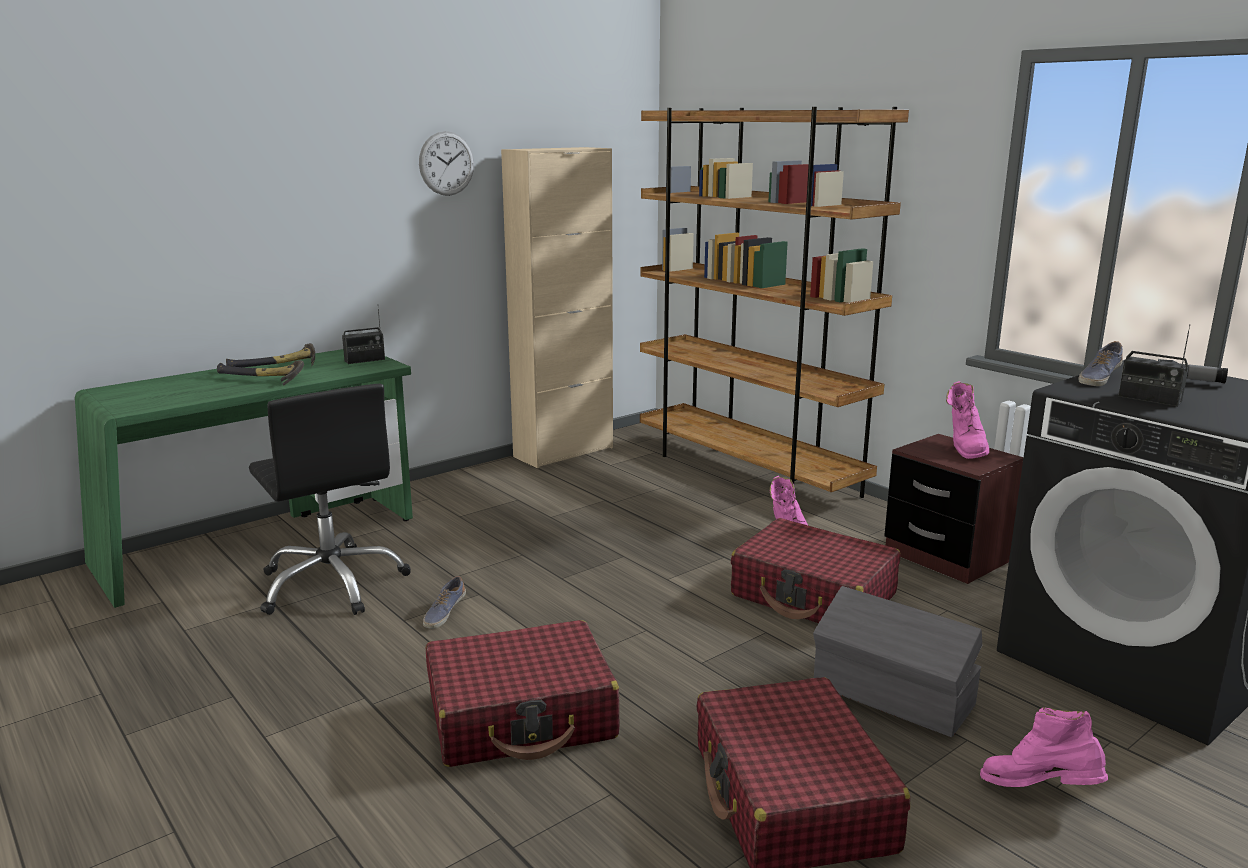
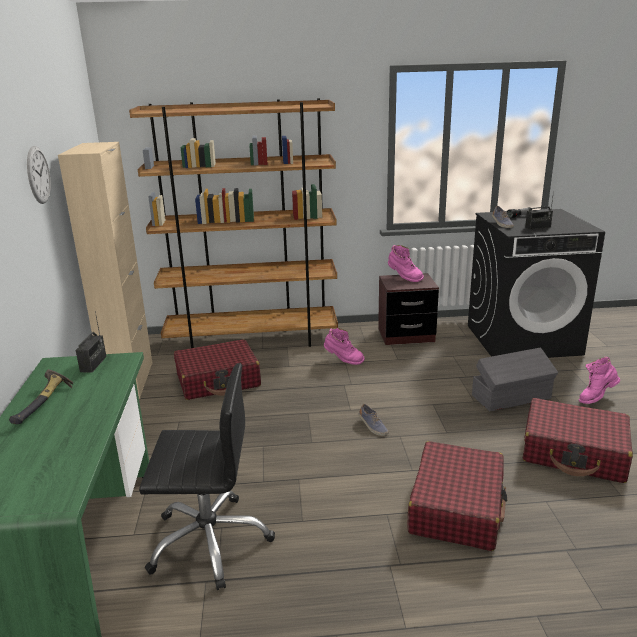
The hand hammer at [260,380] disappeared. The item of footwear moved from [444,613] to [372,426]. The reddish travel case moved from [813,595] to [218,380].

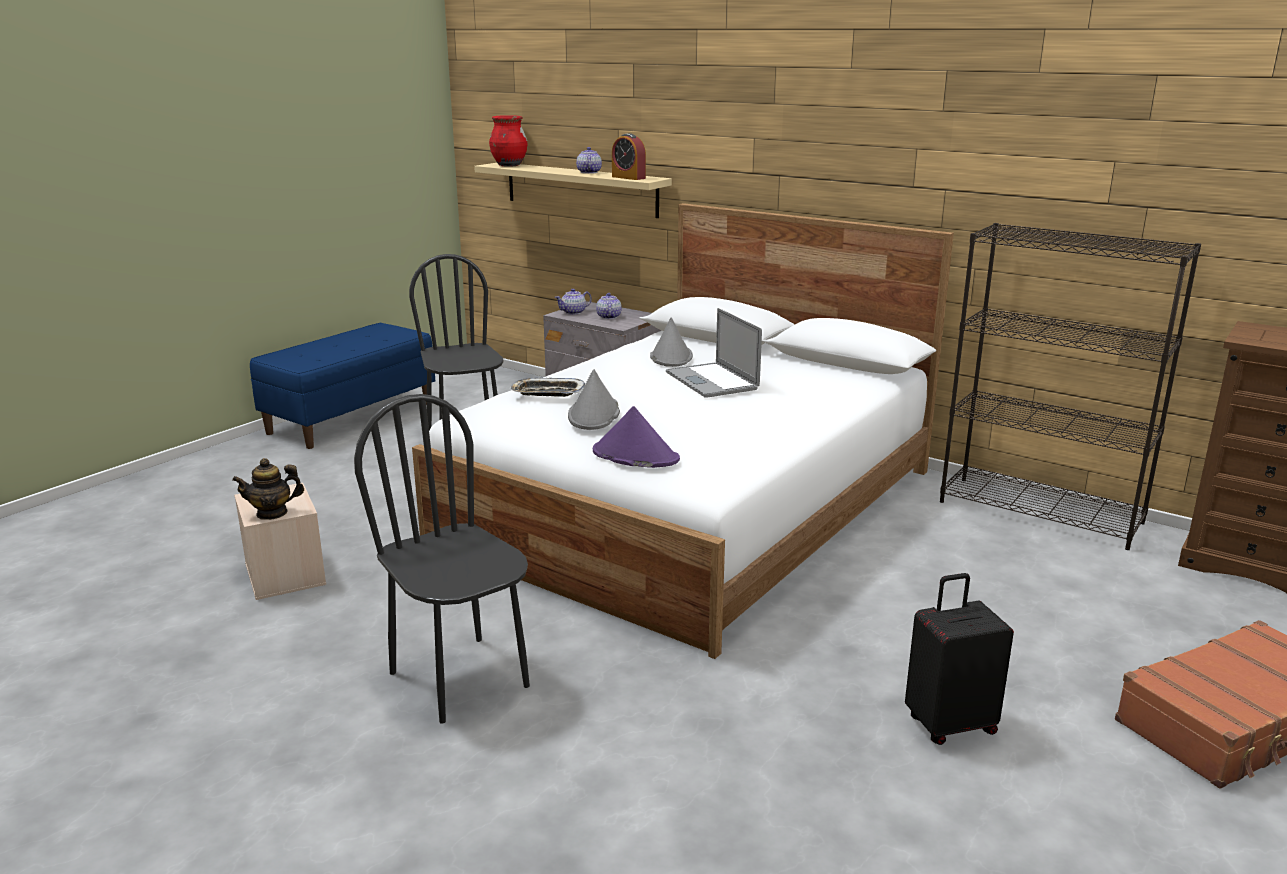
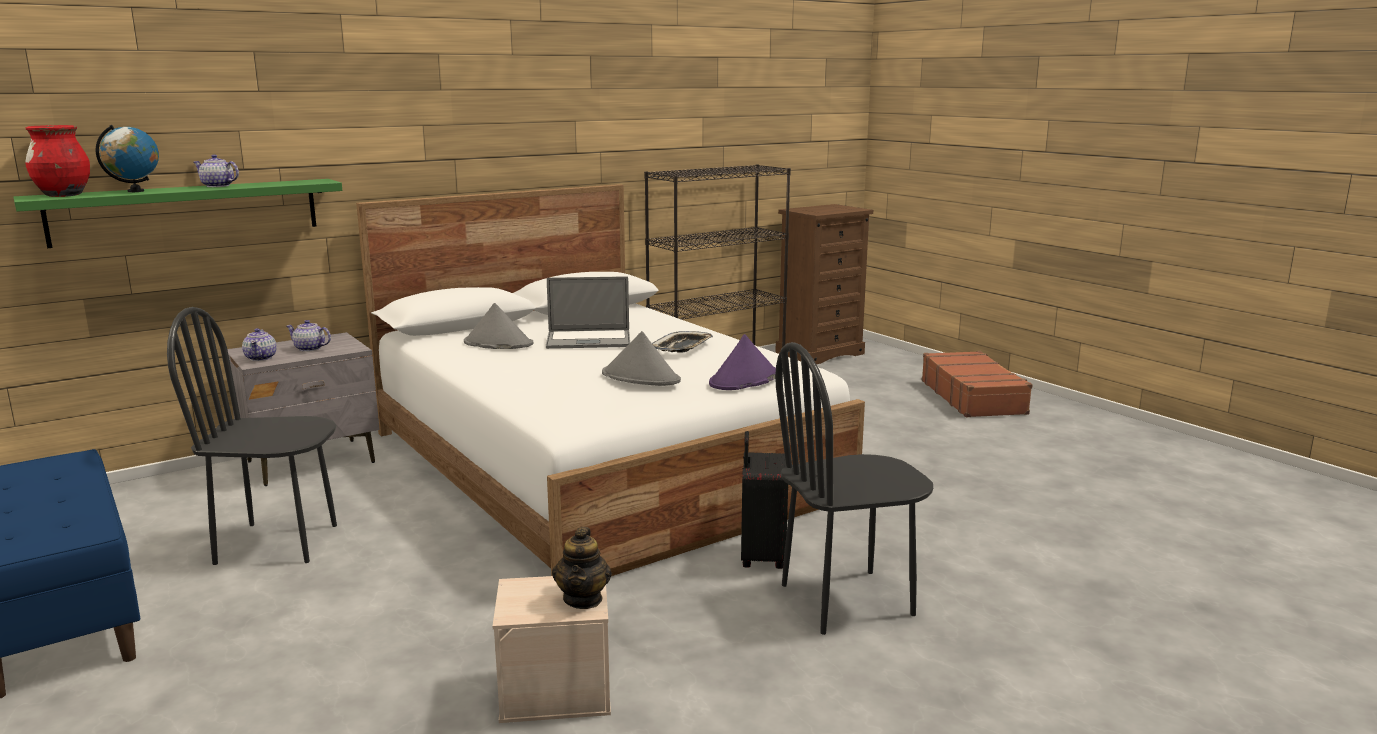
The beige-coloured bracket shelf at [580,189] became the greenish bracket shelf at [187,211]. The tray moved from [548,393] to [682,347]. The alarm clock at [628,177] disappeared. The blackish travel case moved from [949,724] to [761,557]. The world globe at [135,191] appeared.

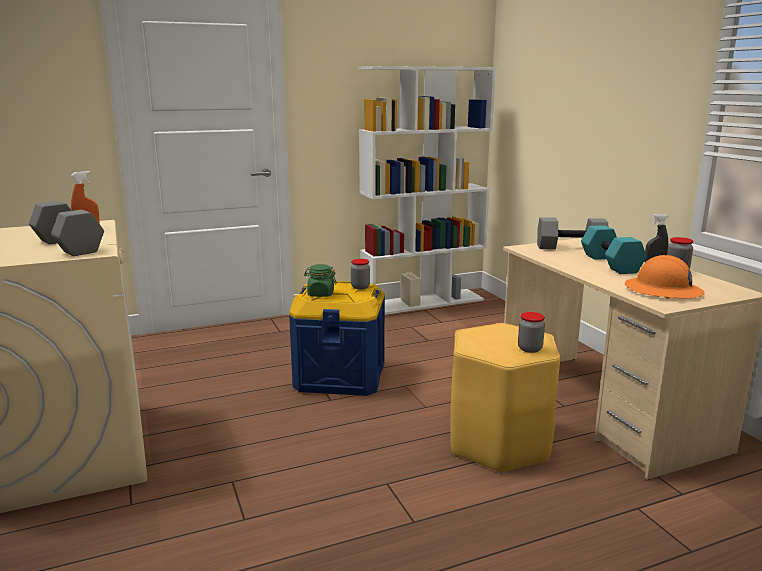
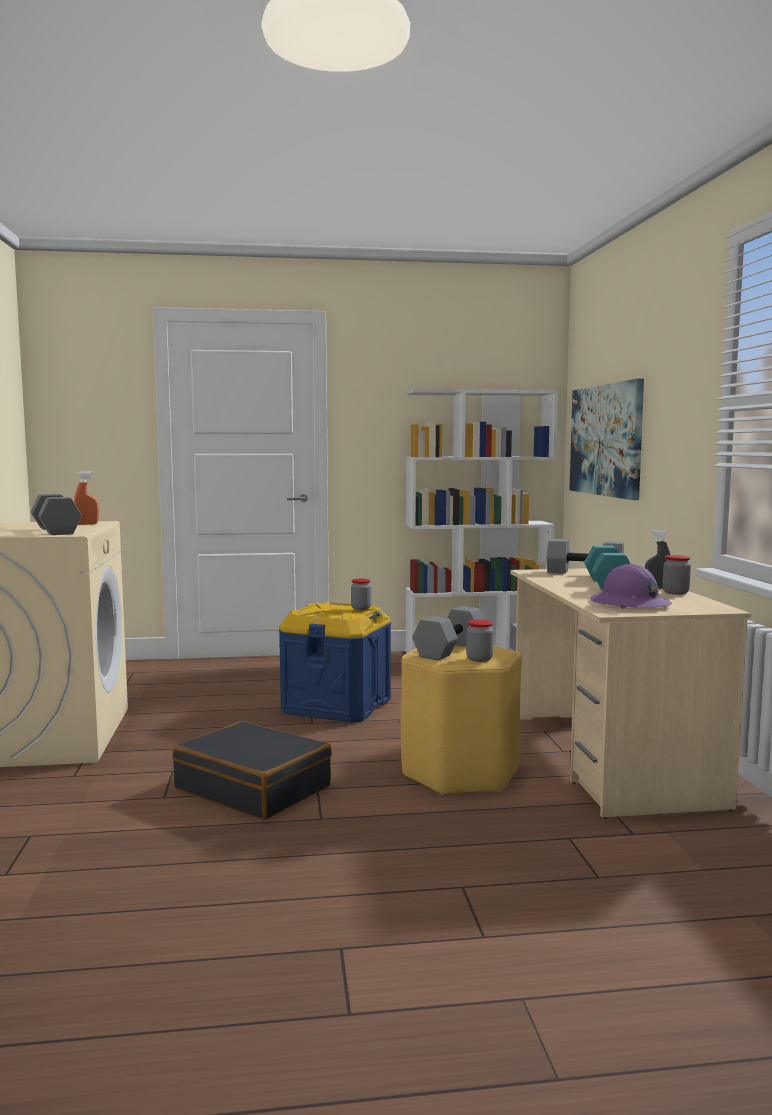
The greenish preserve jar at [320,294] disappeared. The orangey safety helmet at [663,290] became the purple safety helmet at [629,603]. The blackish travel case at [253,788] appeared. The grey dumbbell at [450,650] appeared. The wall picture at [606,440] appeared.

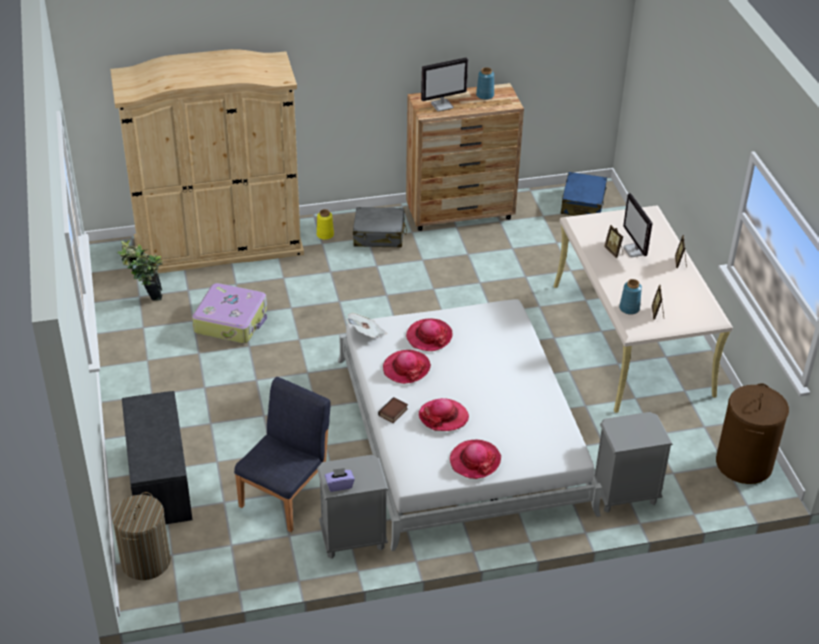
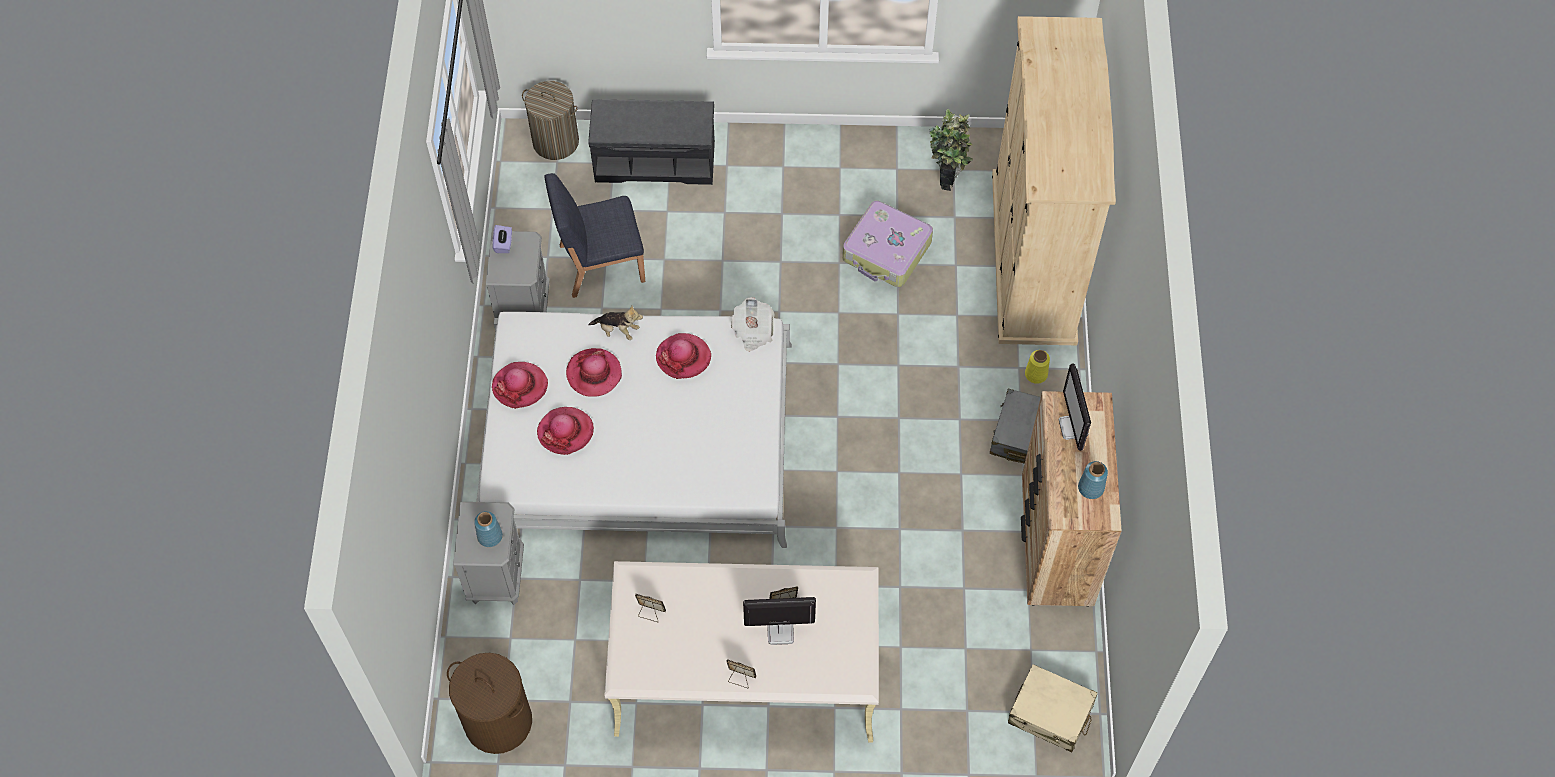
The blue-coloured upright chair at [287,495] turned 120 degrees clockwise. The volume at [393,413] was replaced by the plush toy at [617,330]. The wearable hat moved from [429,336] to [565,432]. The blue-coloured travel case at [583,203] became the beige-coloured travel case at [1050,713]. The blue-coloured vase moved from [629,309] to [489,536].

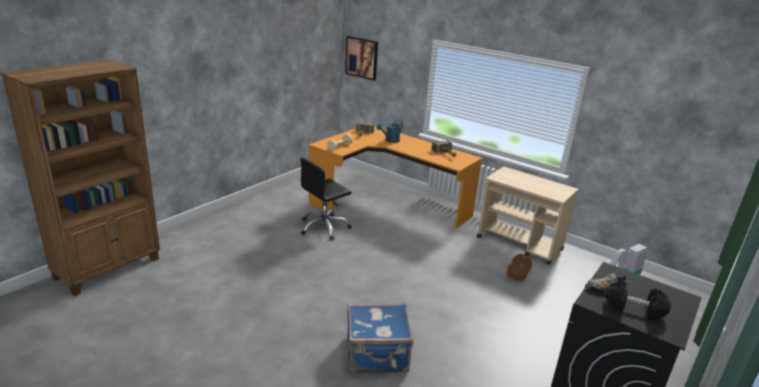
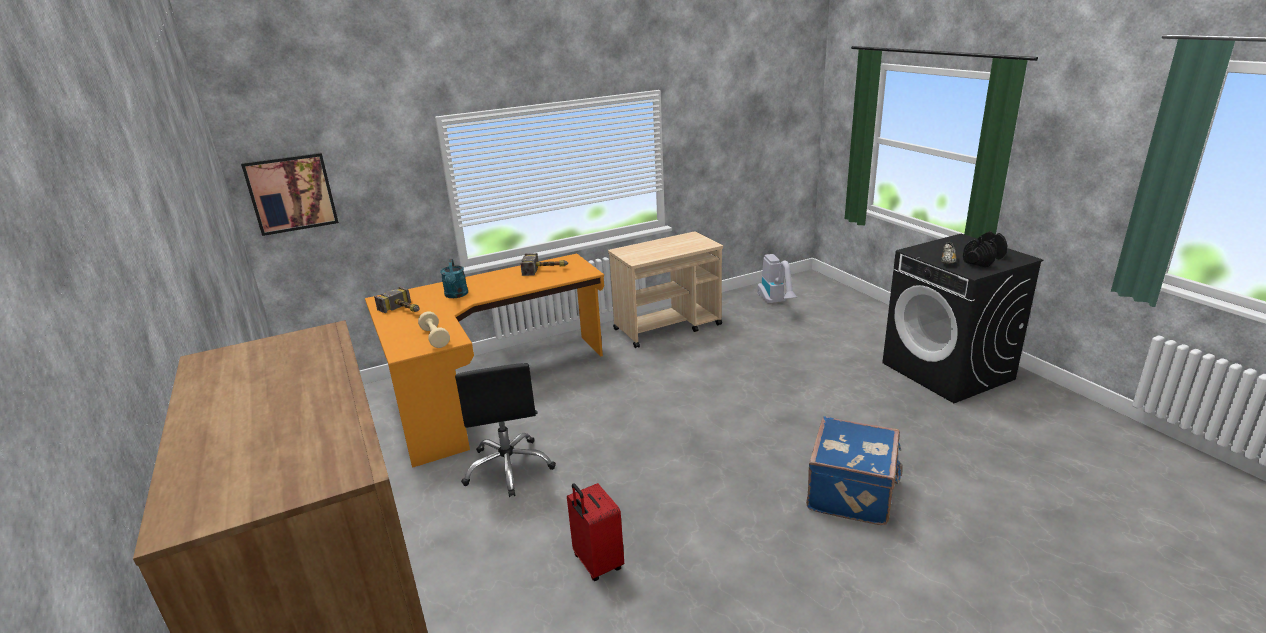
The brown dumbbell at [518,273] disappeared. The reddish travel case at [597,563] appeared.

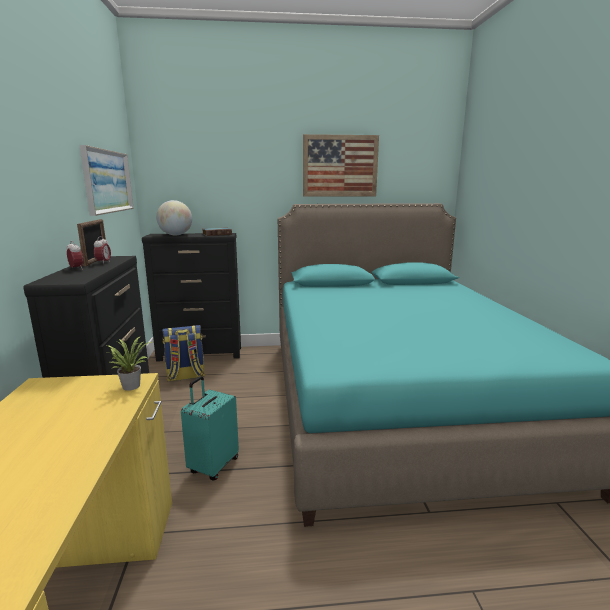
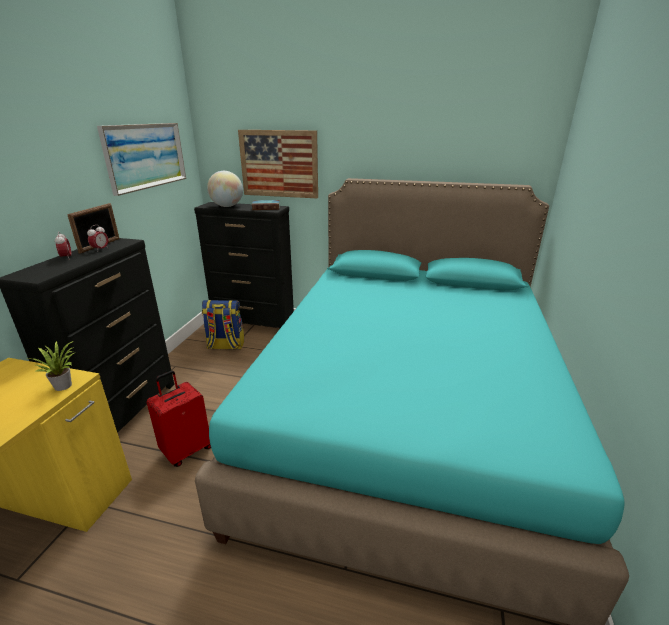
The turquoise-coloured travel case at [213,465] became the reddish travel case at [186,450]. The wall picture moved from [340,166] to [279,164].

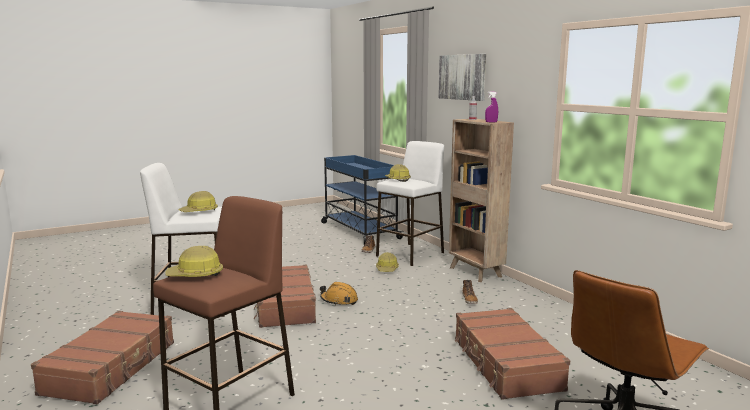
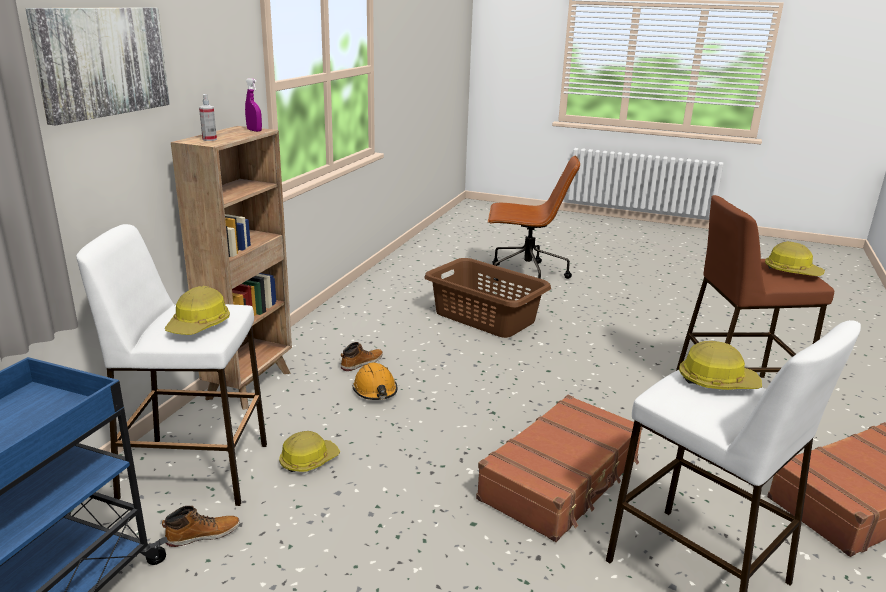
The orangey safety helmet moved from [339,300] to [375,390]. The brown travel case at [505,364] was replaced by the brown laundry basket at [485,317].

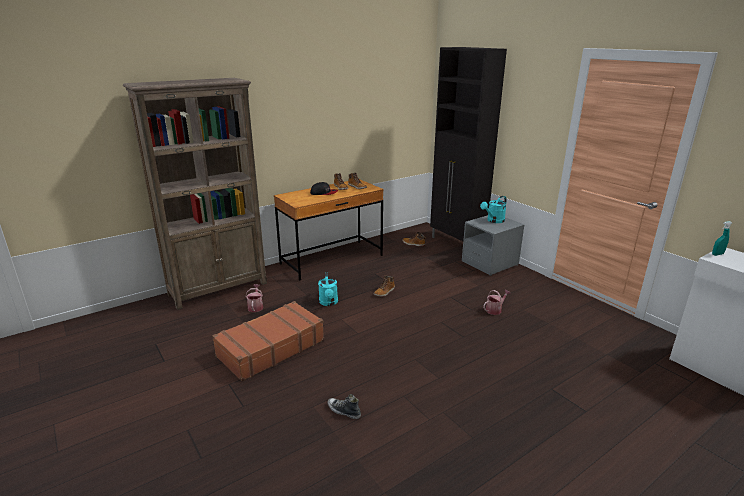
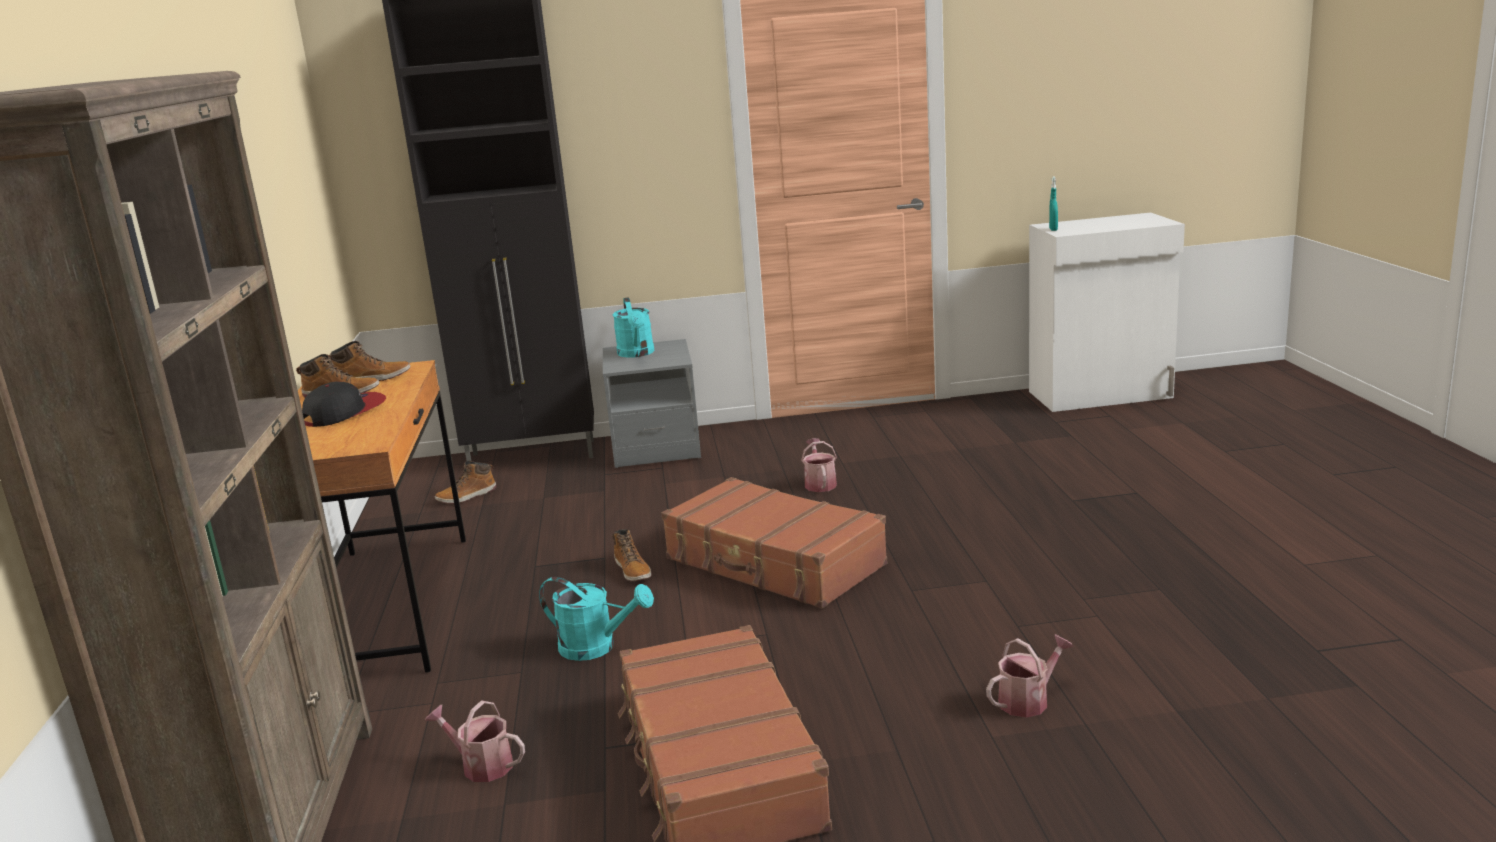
The item of footwear at [343,411] was replaced by the watering pot at [1028,700]. The brown travel case at [774,563] appeared.

